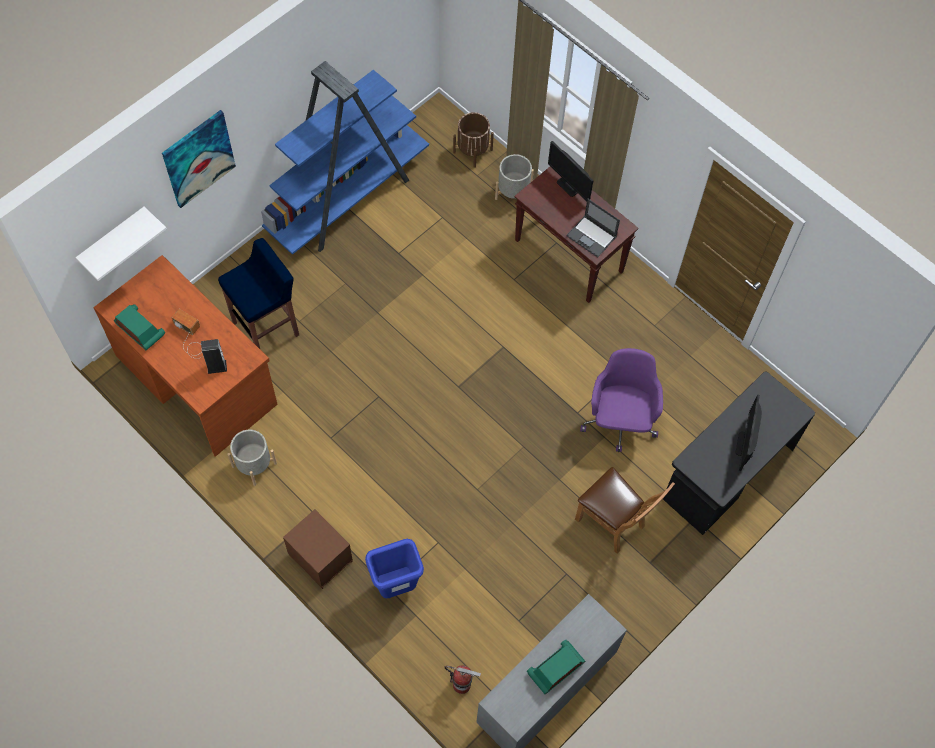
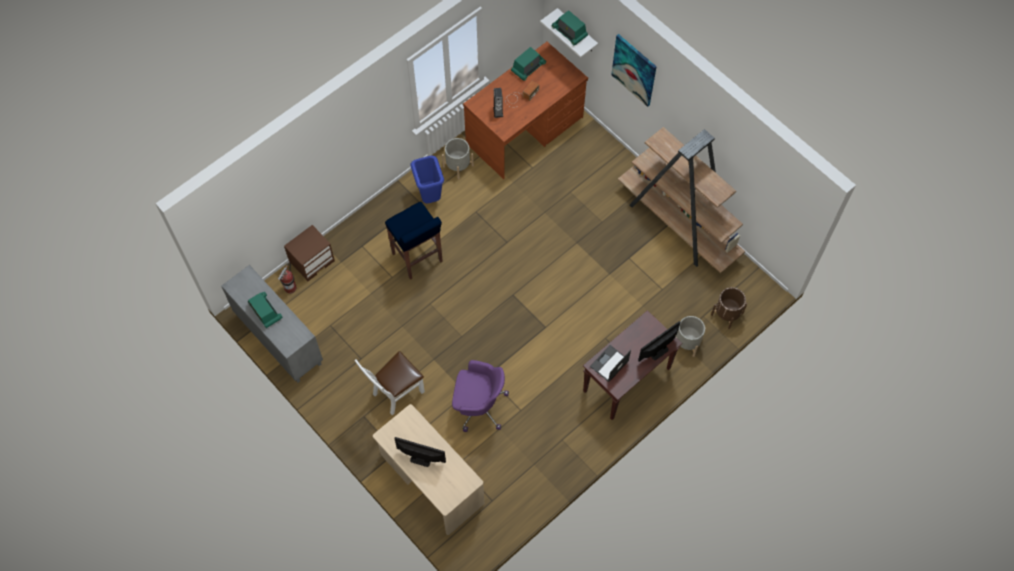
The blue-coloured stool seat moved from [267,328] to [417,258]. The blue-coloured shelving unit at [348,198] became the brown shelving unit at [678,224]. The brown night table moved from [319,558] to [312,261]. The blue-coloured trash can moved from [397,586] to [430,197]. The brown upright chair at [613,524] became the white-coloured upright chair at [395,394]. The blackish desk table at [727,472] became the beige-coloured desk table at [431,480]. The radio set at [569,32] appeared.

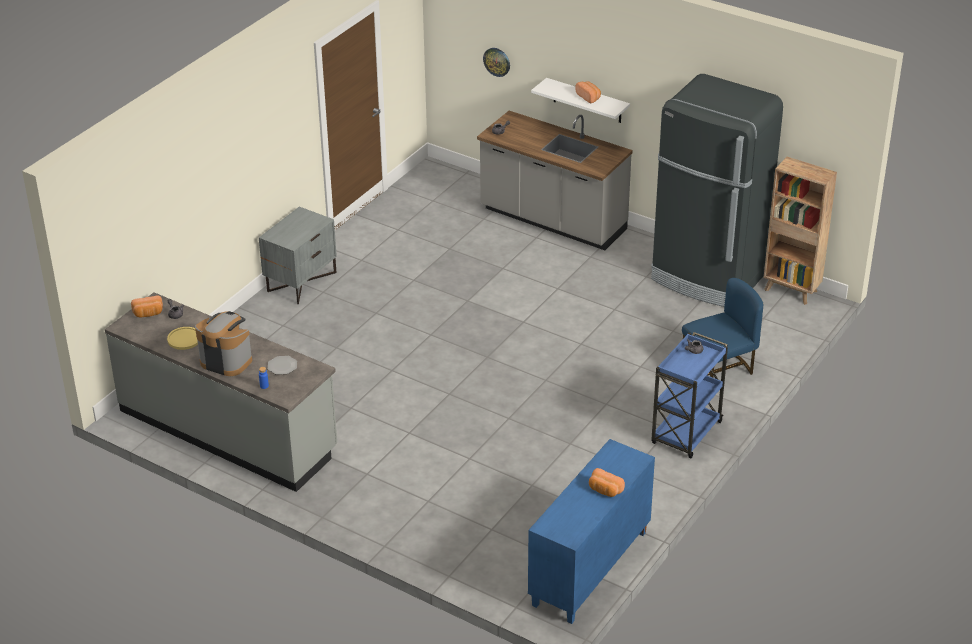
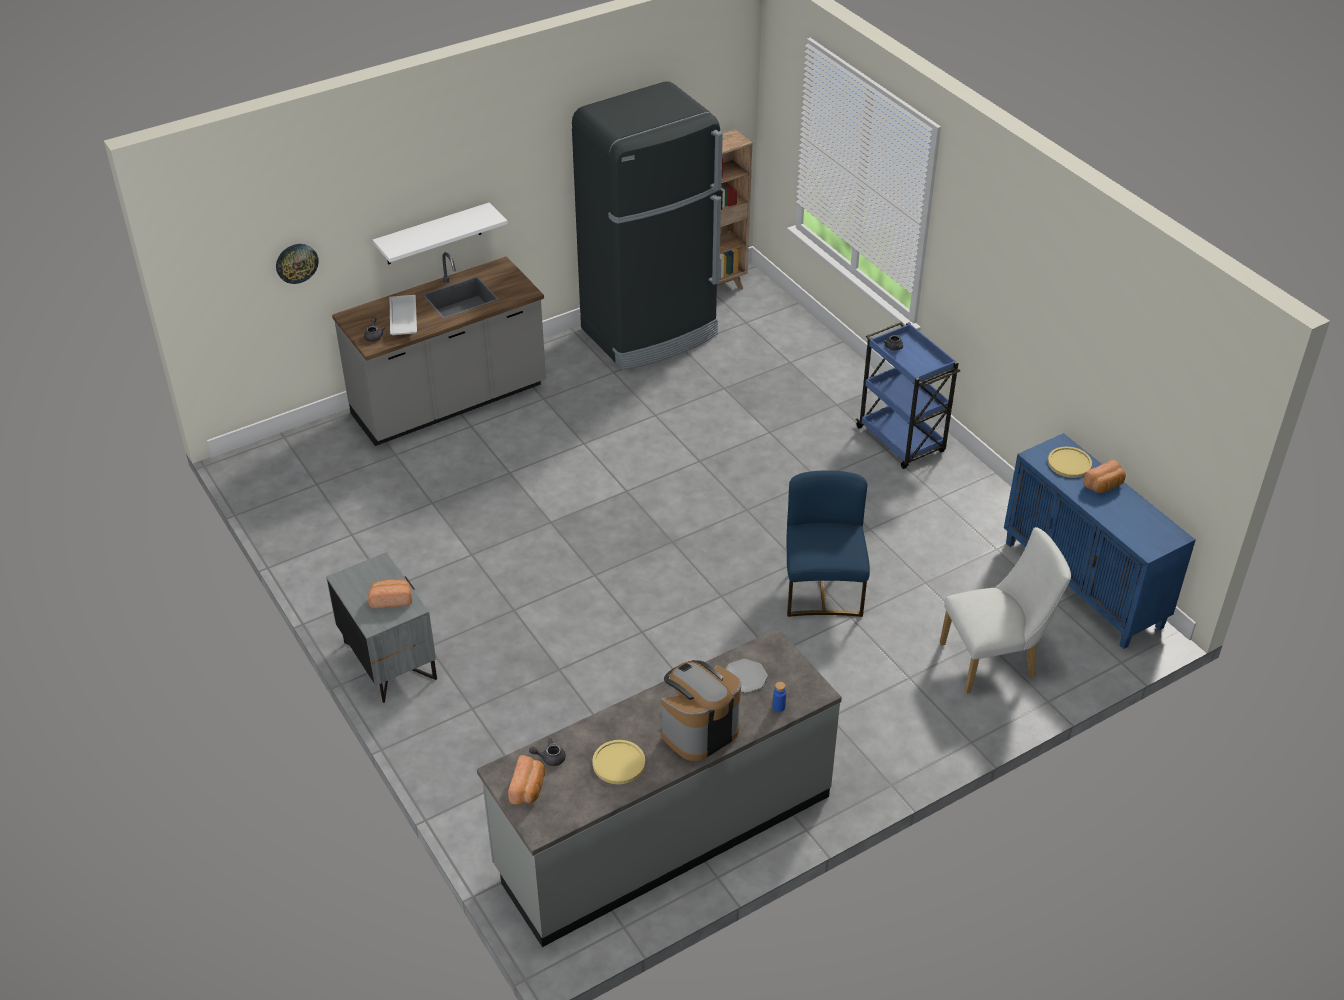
The bread moved from [589,97] to [391,599]. The blue-coloured upright chair moved from [719,371] to [822,589]. The white-coloured tray at [403,320] appeared. The white-coloured upright chair at [995,660] appeared. The yellowish plate at [1069,463] appeared.

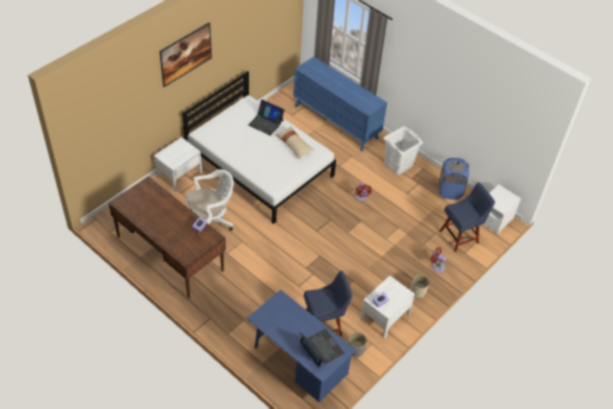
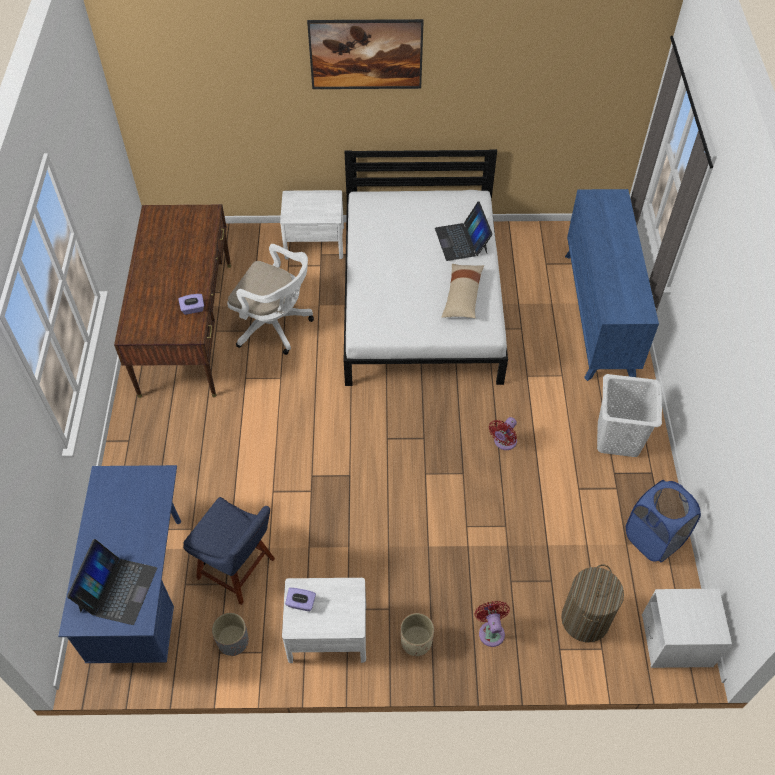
The blue-coloured upright chair at [461,236] was replaced by the laundry basket at [585,619].

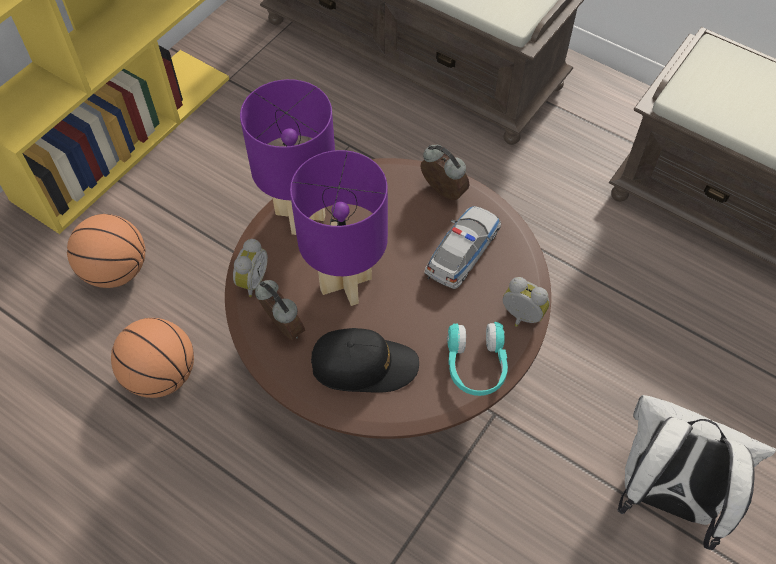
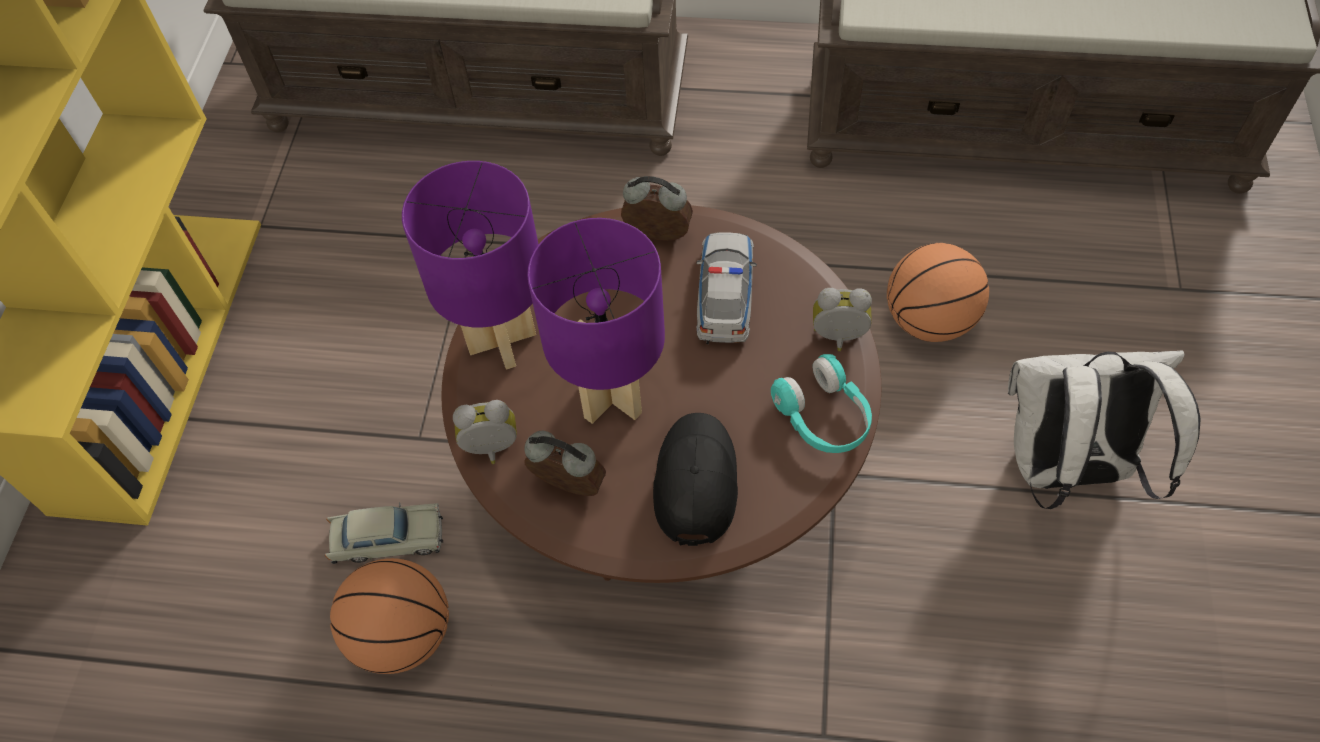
The ball for basketball moved from [116,271] to [929,321]. The alarm clock at [251,281] turned 90 degrees counterclockwise. The blackish baseball cap at [364,365] turned 60 degrees counterclockwise. The beige-coloured miniature car at [388,539] appeared.

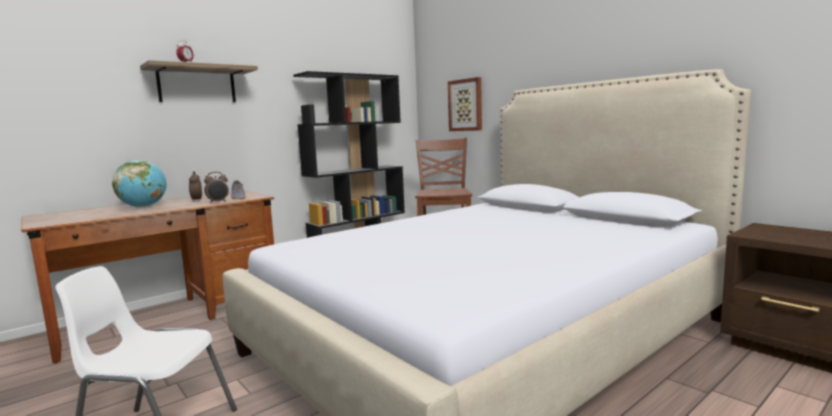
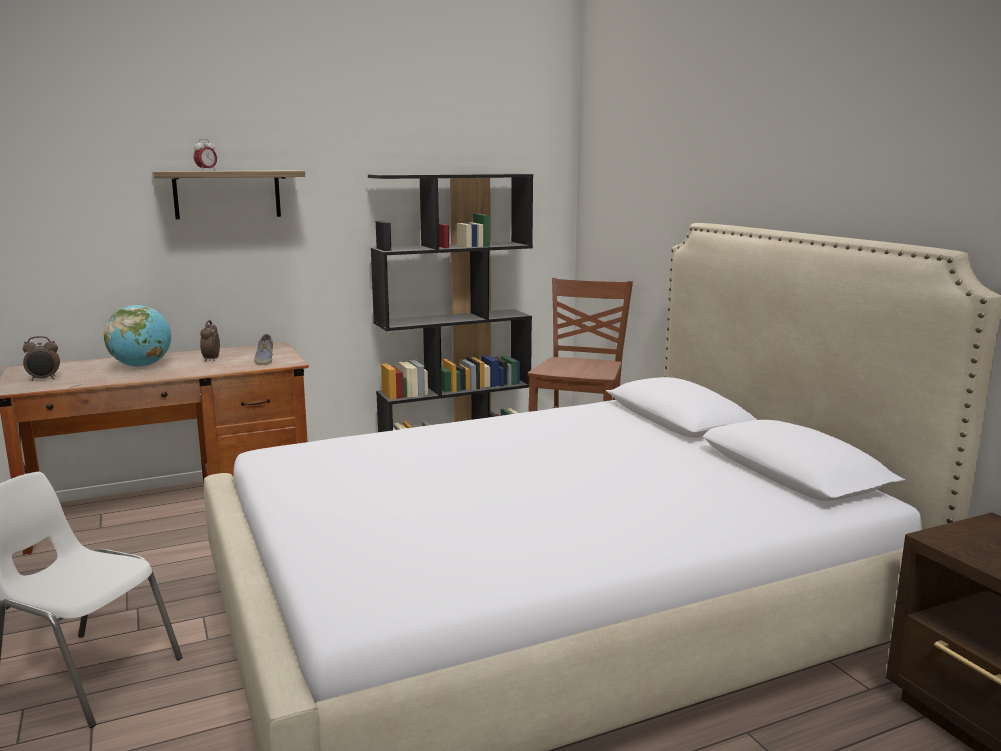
The alarm clock moved from [218,202] to [44,379]. The wall picture at [465,105] disappeared.

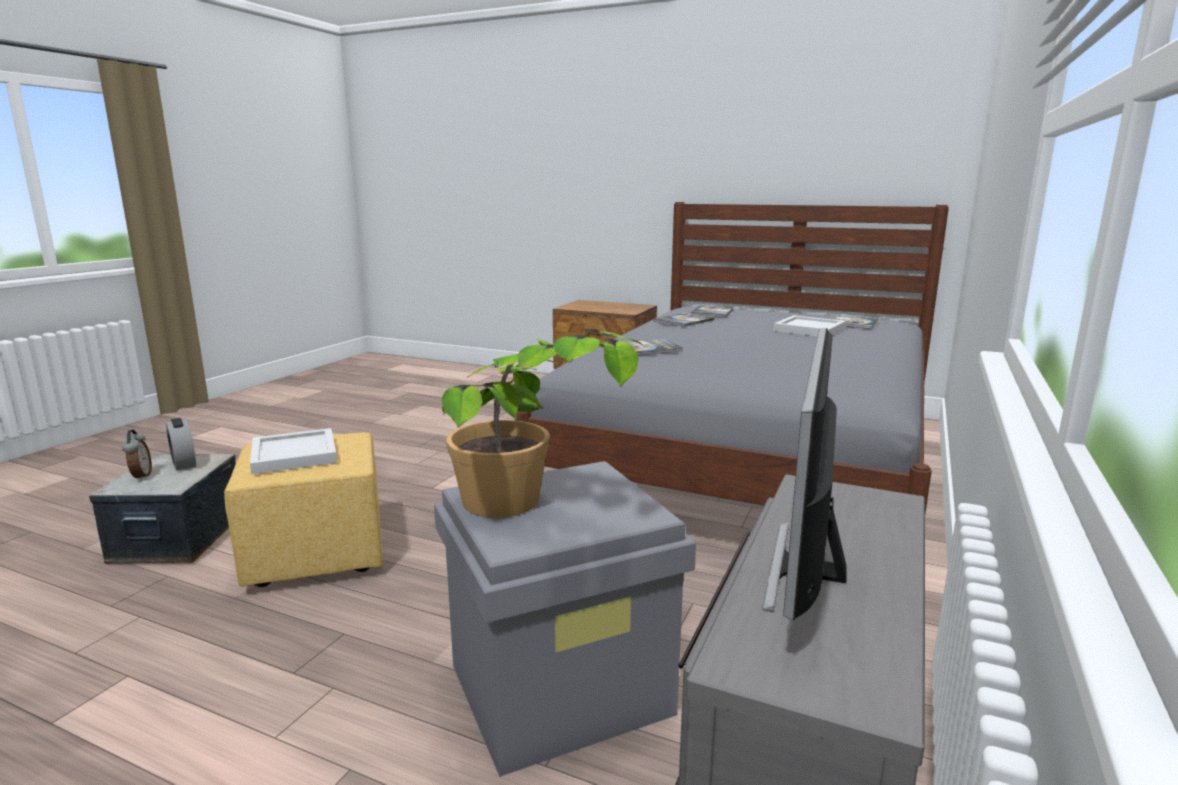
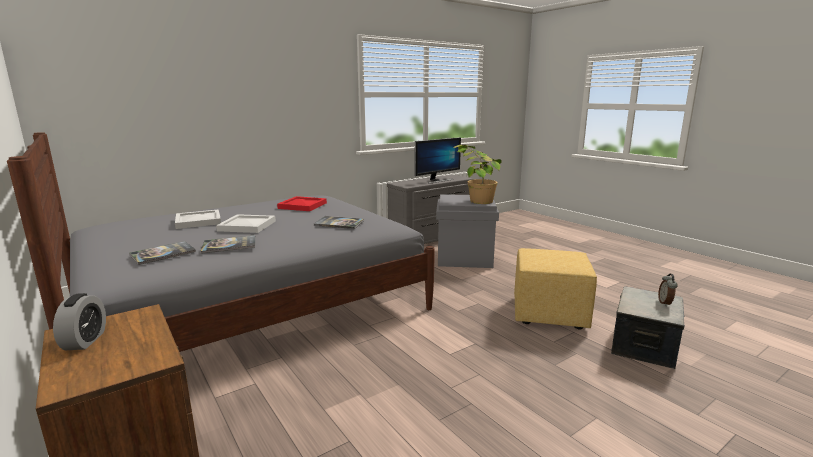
The alarm clock moved from [184,463] to [85,341]. The white-coloured tray moved from [295,455] to [247,225]. The volume at [855,322] disappeared. The reddish tray at [302,206] appeared.

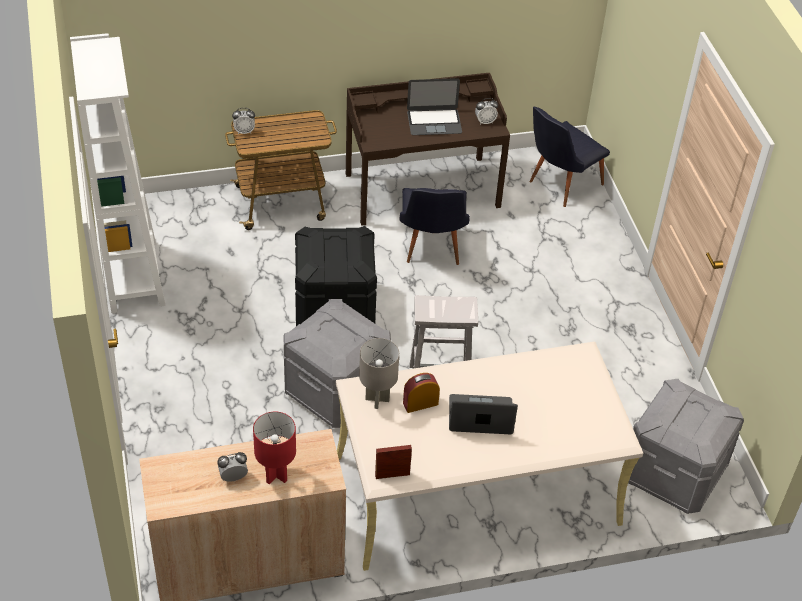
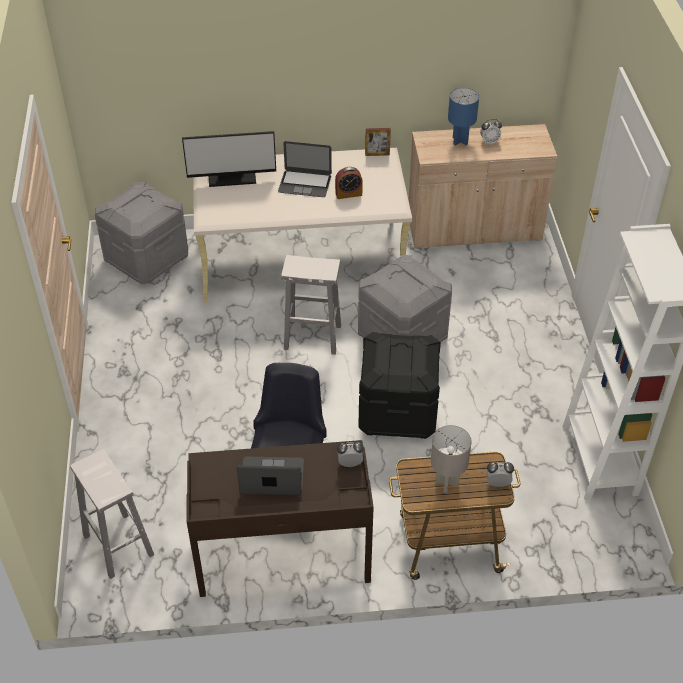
The reddish lamp for a table at [276,475] became the blue-coloured lamp for a table at [460,141]. The grey lamp for a table moved from [377,399] to [446,483]. The alarm clock moved from [485,121] to [350,463]. The blackish upright chair at [559,185] was replaced by the white-coloured stool seat at [119,546]. The monitor at [232,177] appeared.

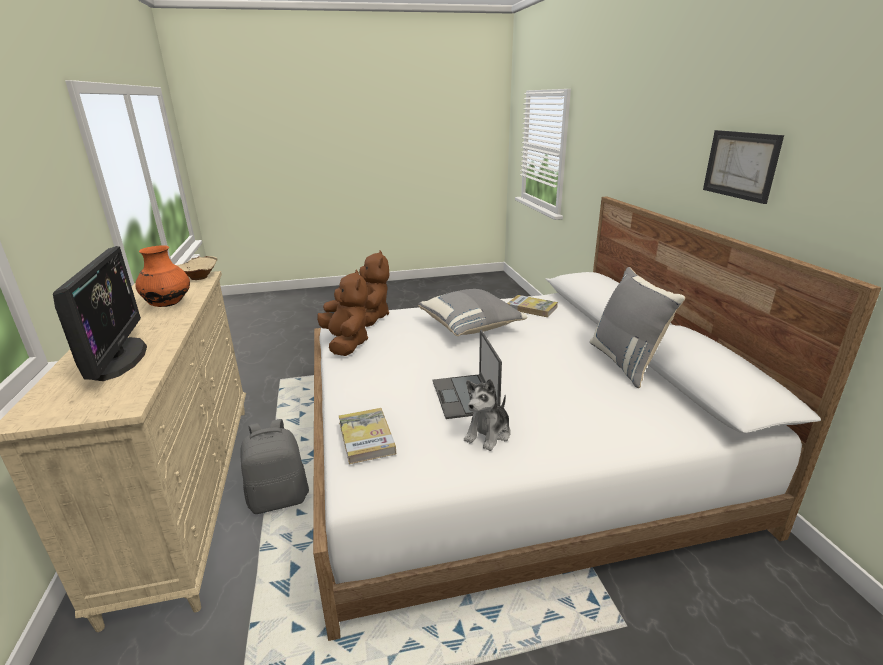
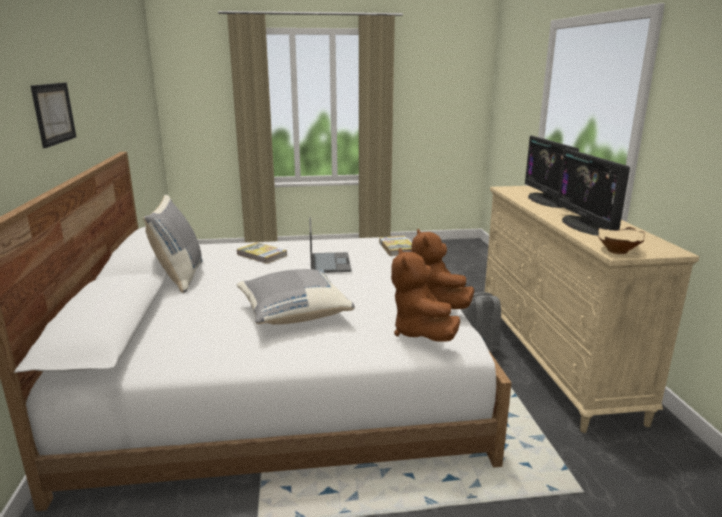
The orangey vase at [168,305] was replaced by the monitor at [585,226]. The plush toy at [488,434] disappeared. The volume moved from [531,308] to [261,255].

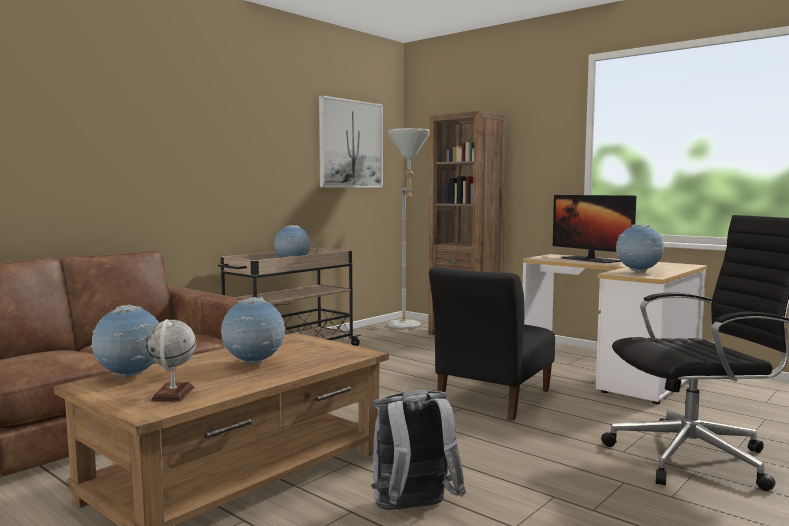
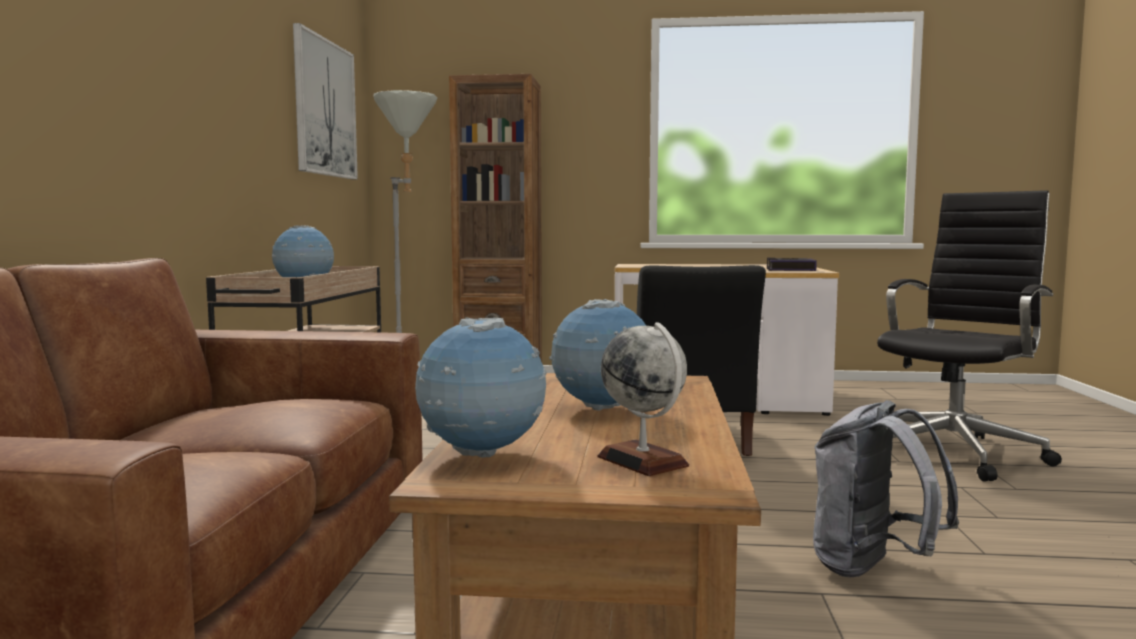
The monitor at [590,260] disappeared. The world globe at [638,272] was replaced by the volume at [790,270].

